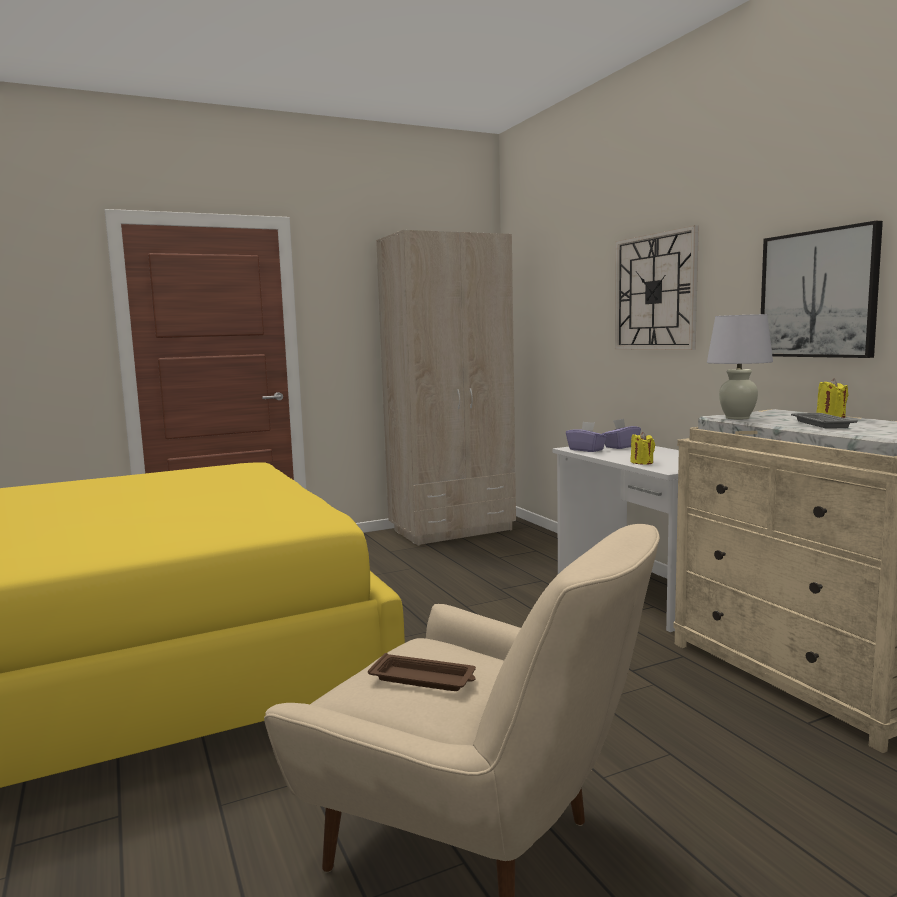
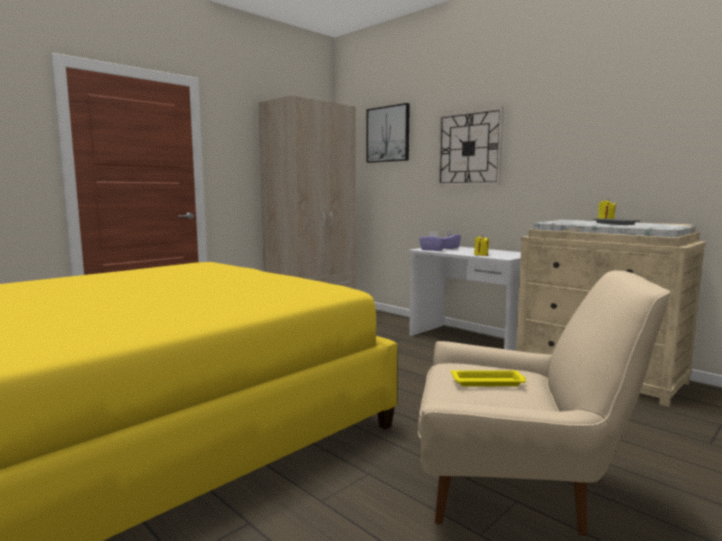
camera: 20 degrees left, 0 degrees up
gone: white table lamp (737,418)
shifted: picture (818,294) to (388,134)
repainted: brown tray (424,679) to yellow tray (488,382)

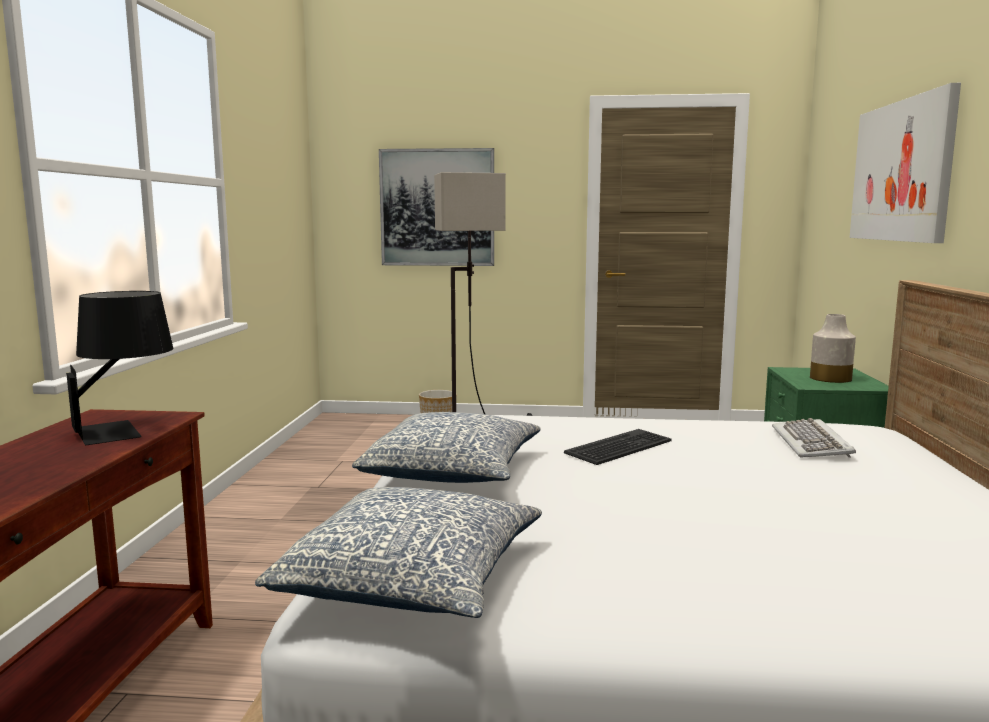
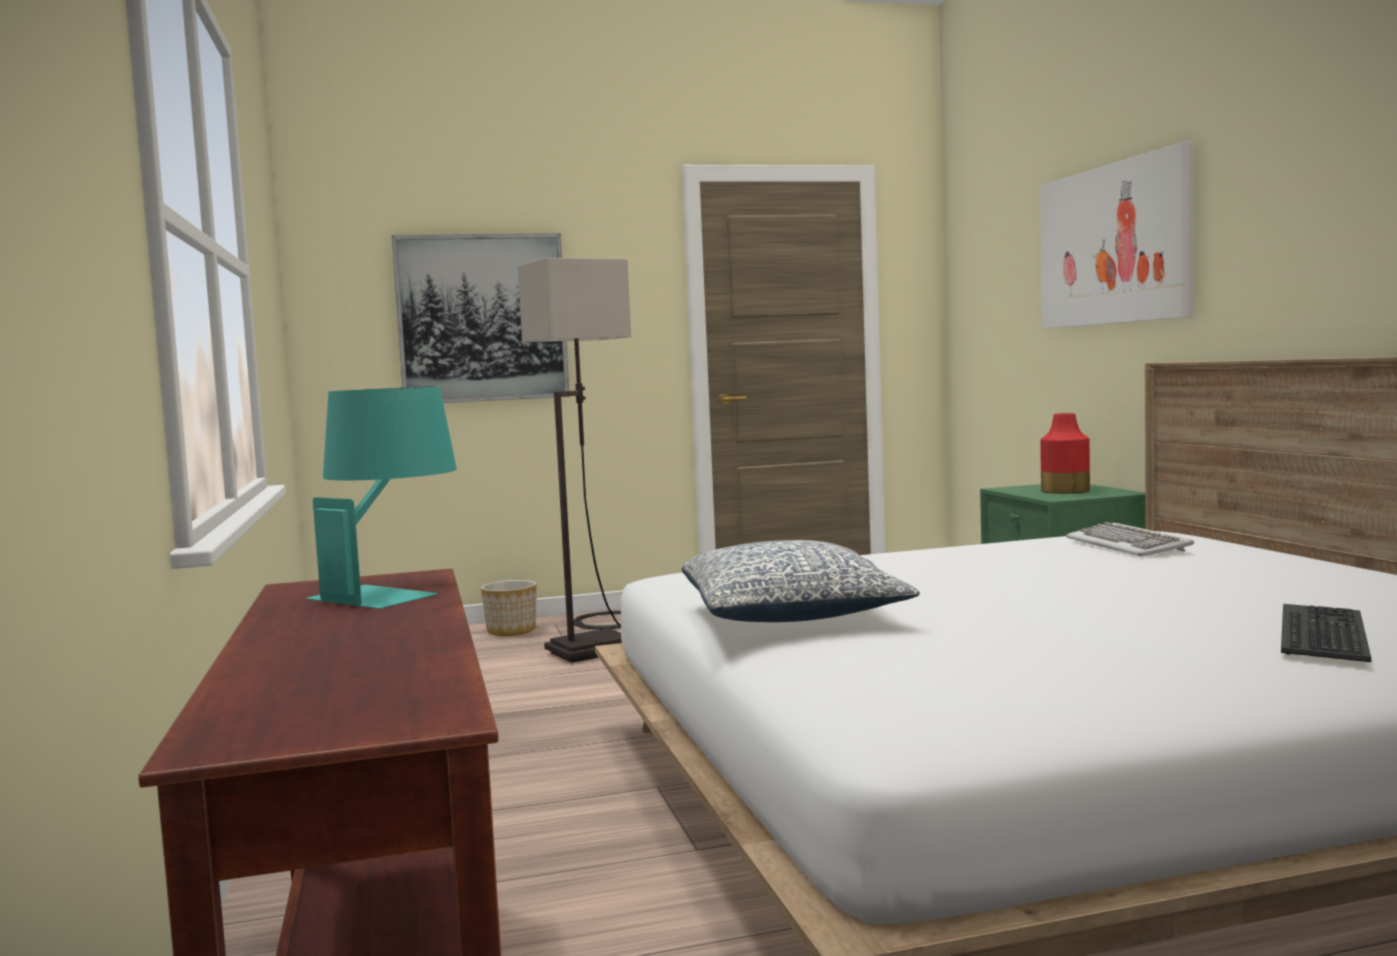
camera: 20 degrees left, 5 degrees down
gone: pillow (413,580)
shifted: keyboard (620,448) to (1325,634)
repainted: black table lamp (126,429) to turquoise table lamp (391,591); beige vase (831,378) to red vase (1065,490)

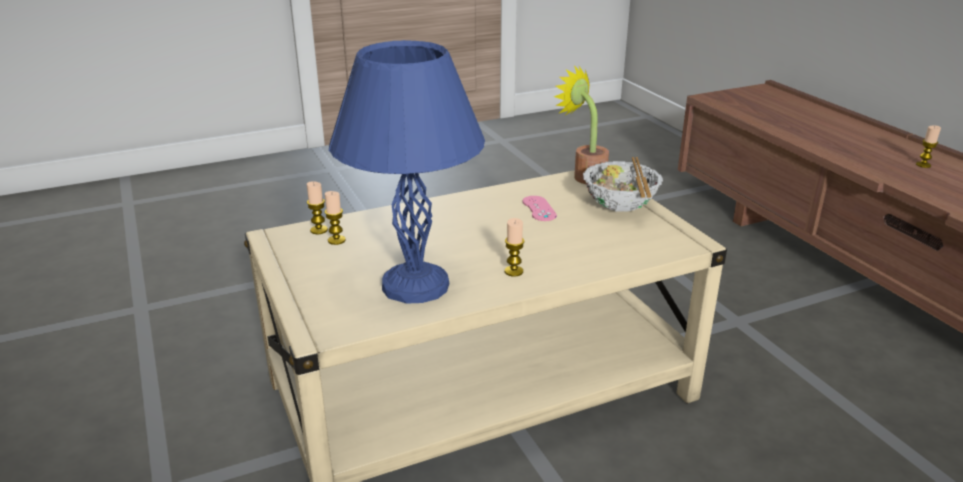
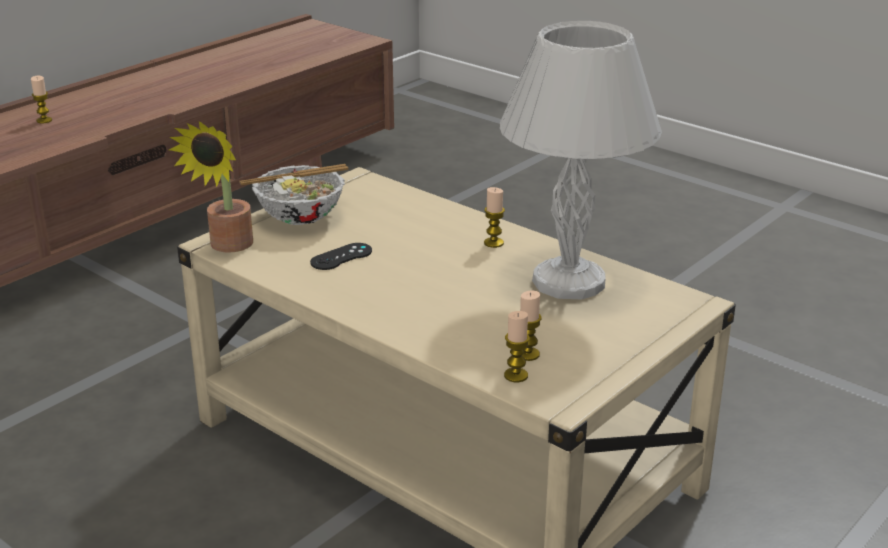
camera: 115 degrees left, 0 degrees up
repainted: blue table lamp (413,286) to white table lamp (571,282); pink game controller (539,208) to black game controller (341,257)

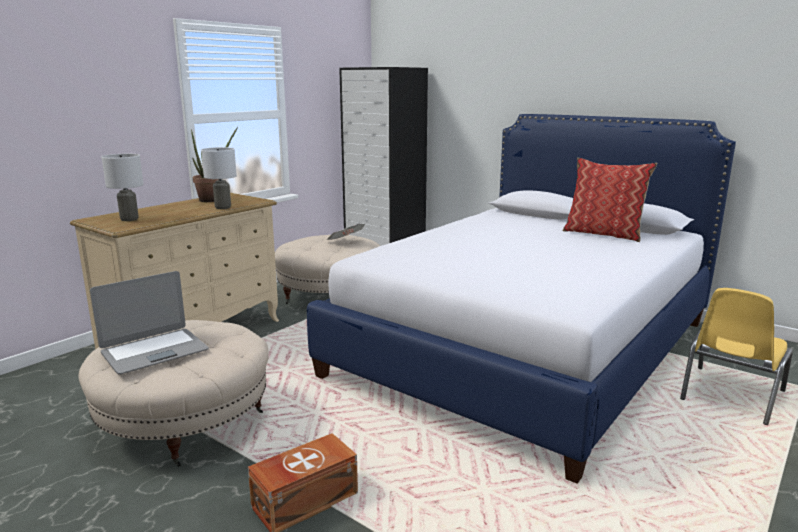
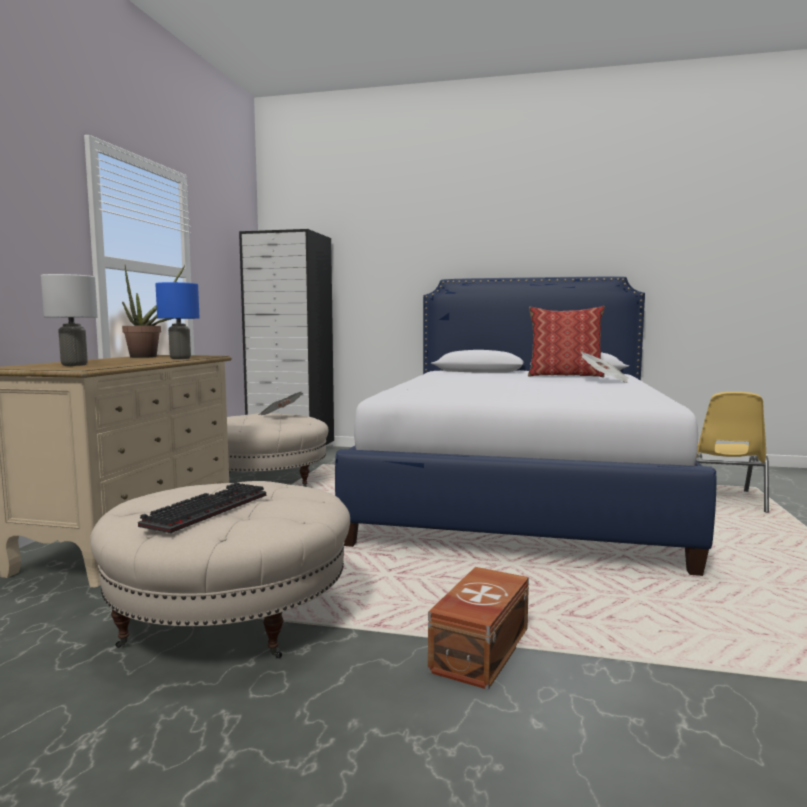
camera: 25 degrees left, 10 degrees down
new: newspaper (605,381)
swapped: laptop (154,352) to keyboard (207,509)
repainted: white table lamp (222,208) to blue table lamp (179,358)

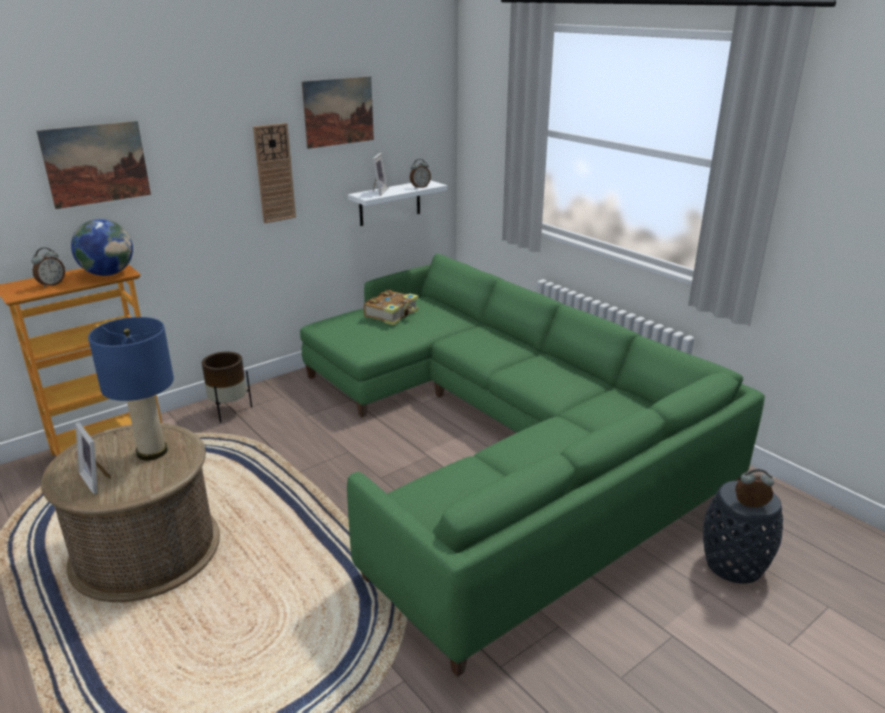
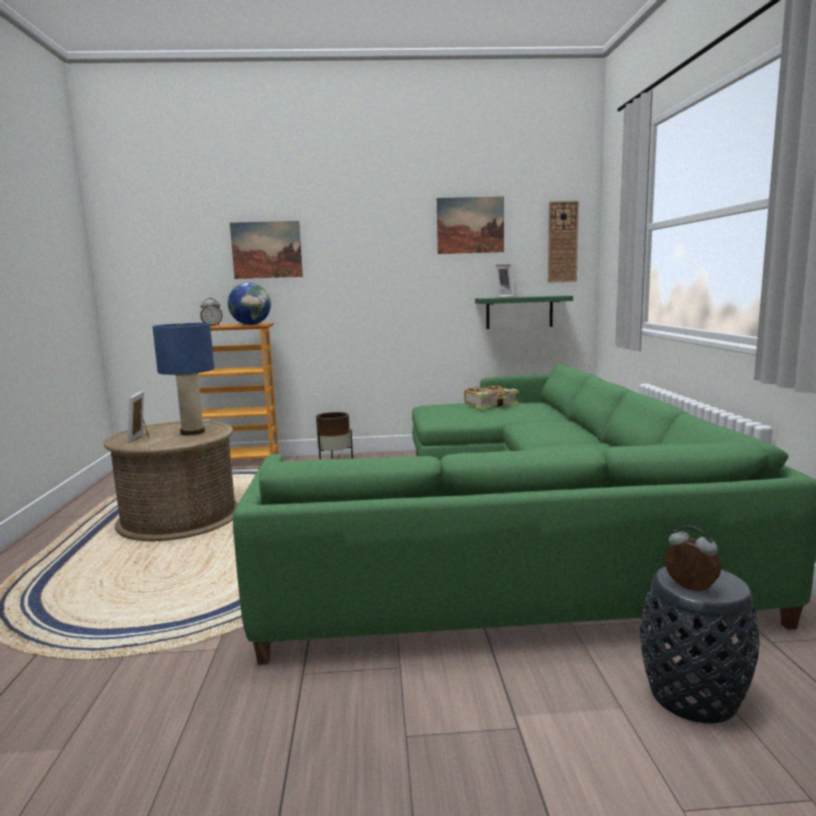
camera: 35 degrees right, 15 degrees down
gone: alarm clock (420,187)
shifted: wall clock (274,173) to (562,242)
repainted: white shelf (390,203) to green shelf (519,312)

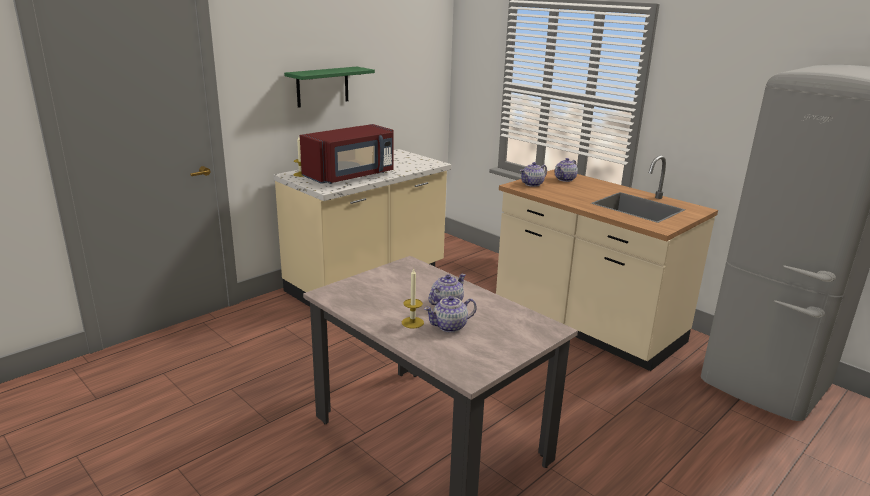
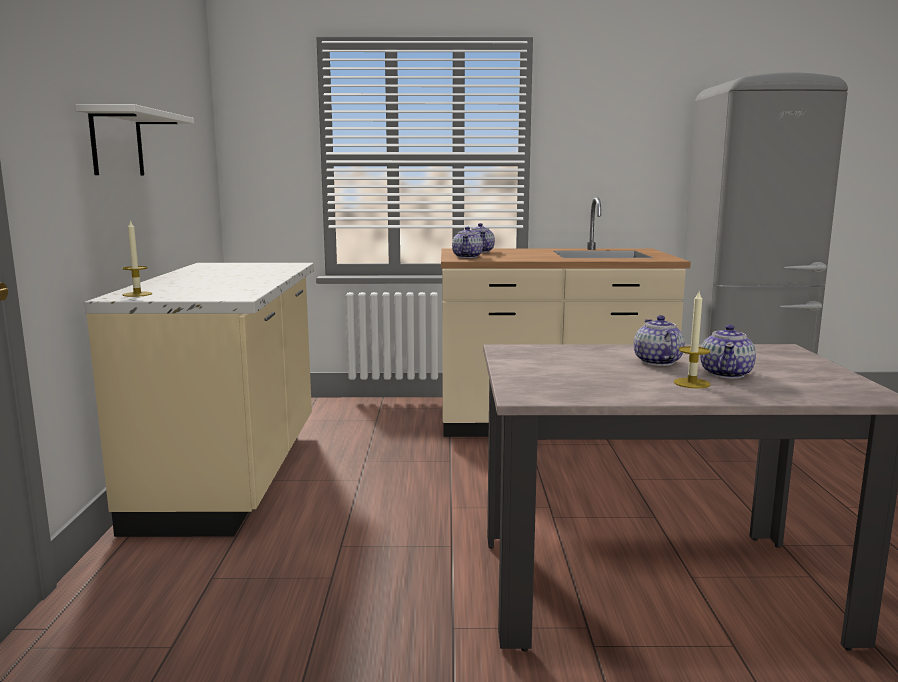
camera: 45 degrees left, 10 degrees down
gone: red microwave (351,176)
repainted: green shelf (322,86) to white shelf (117,143)

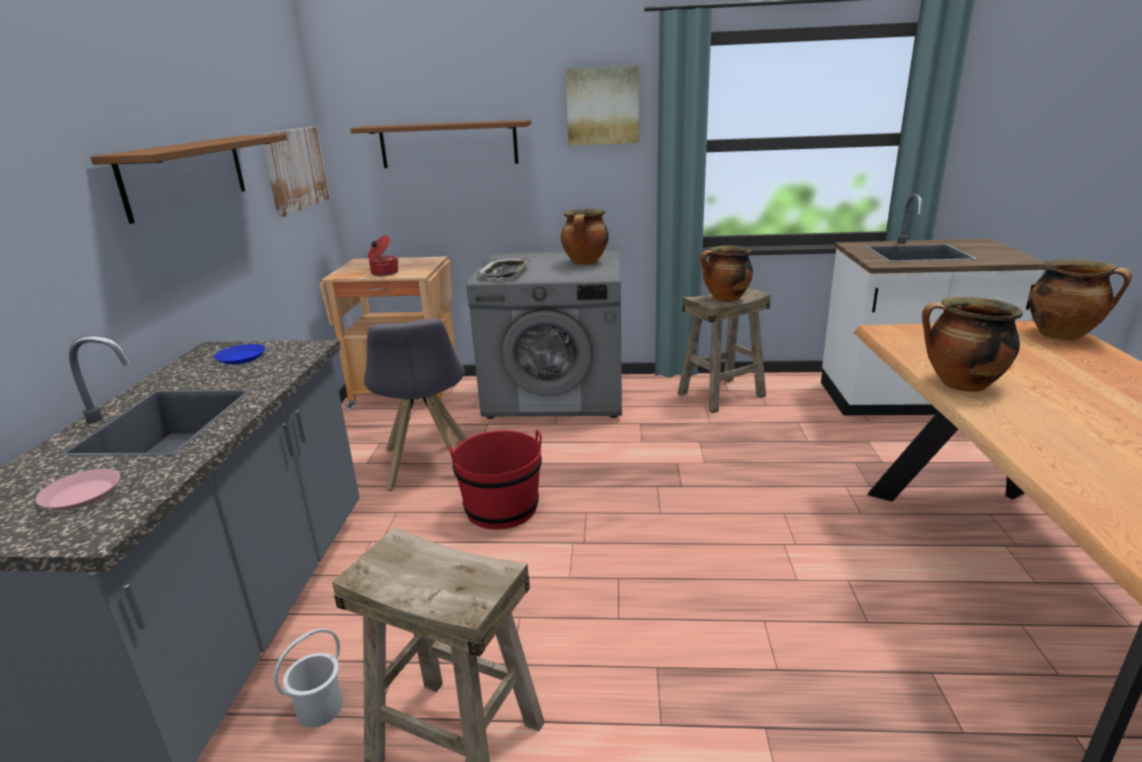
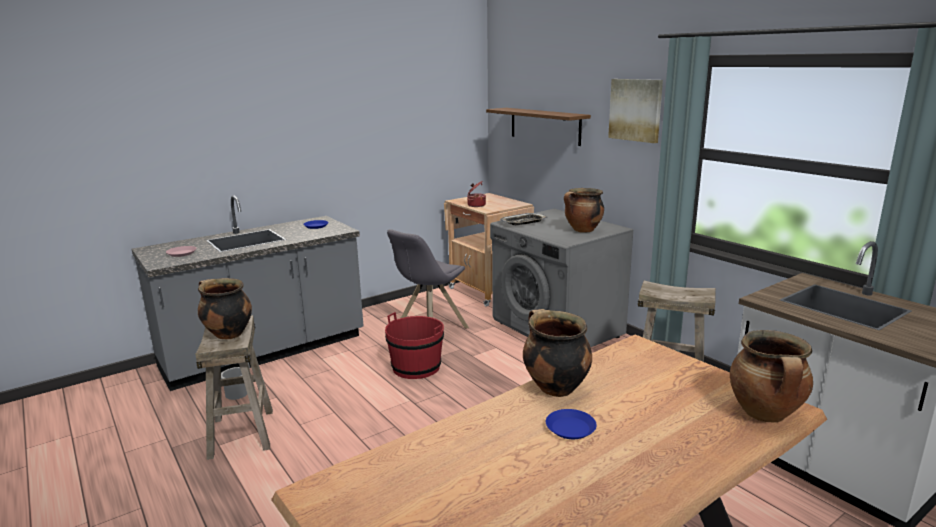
camera: 50 degrees right, 5 degrees down
gone: brown shelf (186,175); picture (295,169)
new: blue plate (570,428)
shifted: cooking pot (725,299) to (227,334)

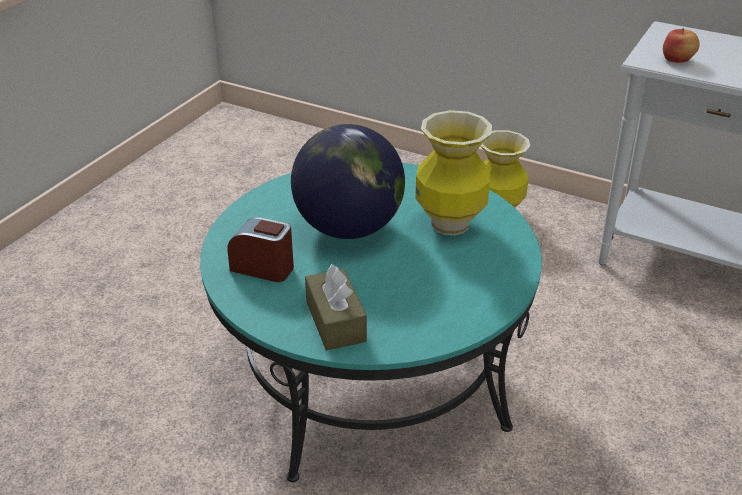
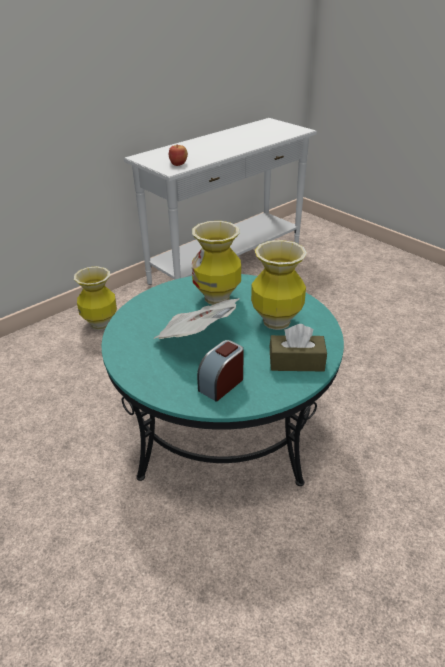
camera: 70 degrees left, 0 degrees up
new: vase (276,322)
swapped: globe (348,228) to newspaper (196,337)

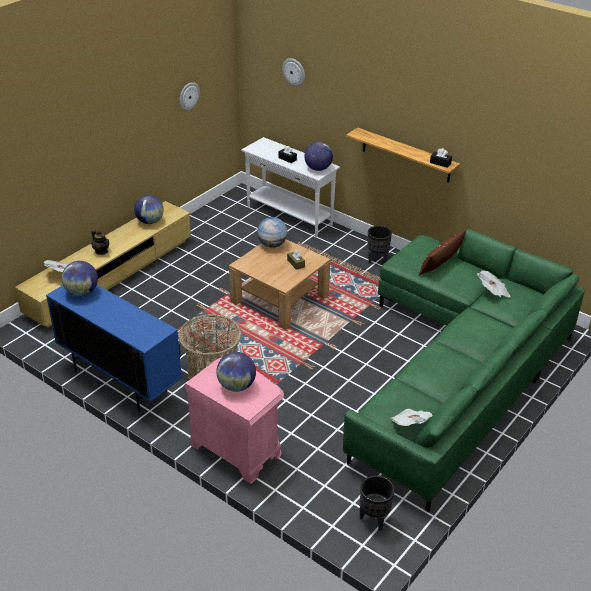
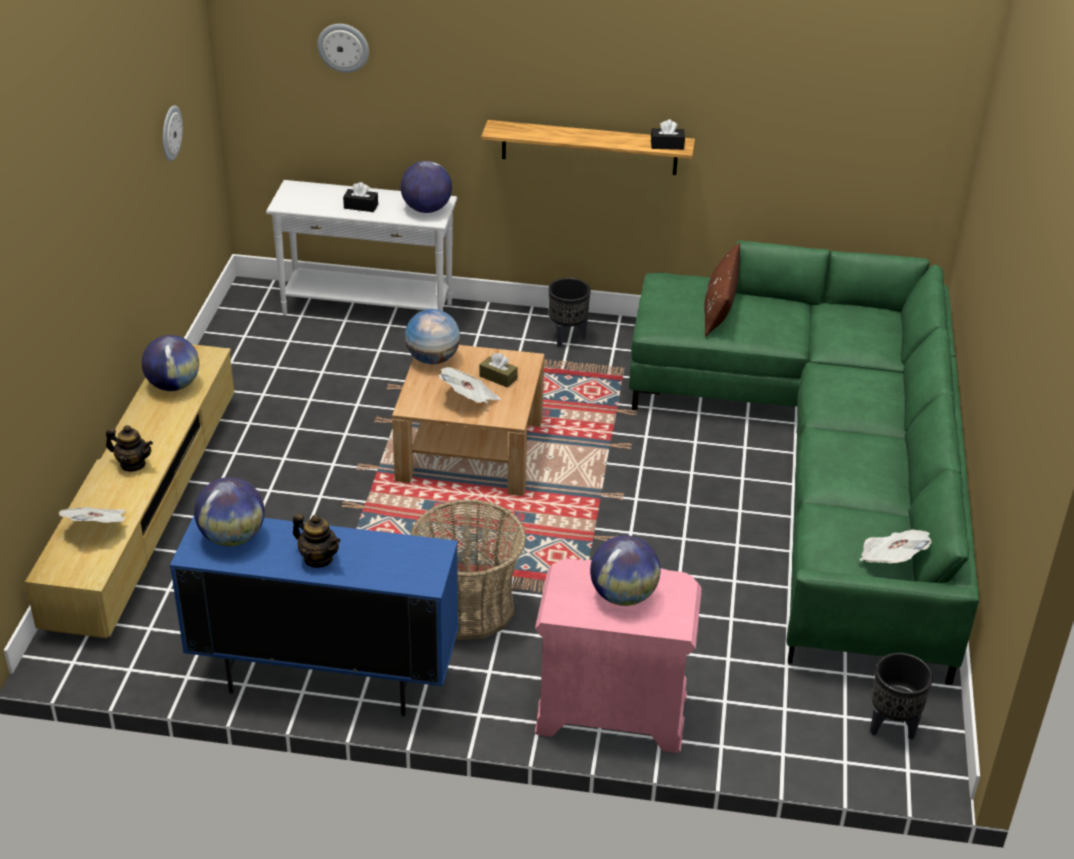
camera: 30 degrees left, 0 degrees up
new: teapot (318,559)
shifted: newspaper (492,292) to (469,399)

